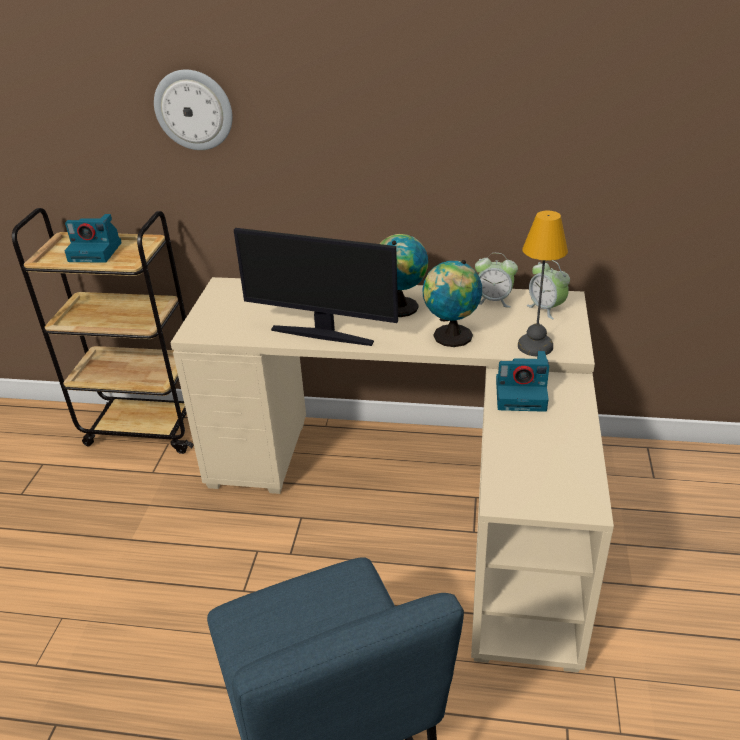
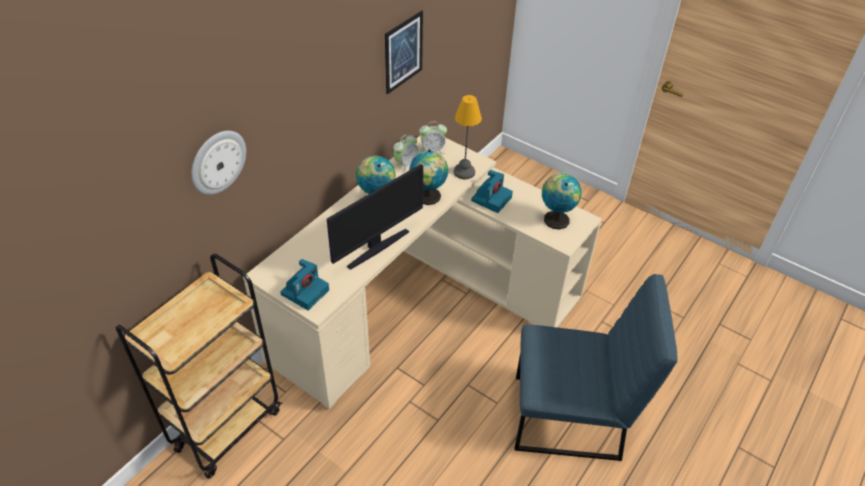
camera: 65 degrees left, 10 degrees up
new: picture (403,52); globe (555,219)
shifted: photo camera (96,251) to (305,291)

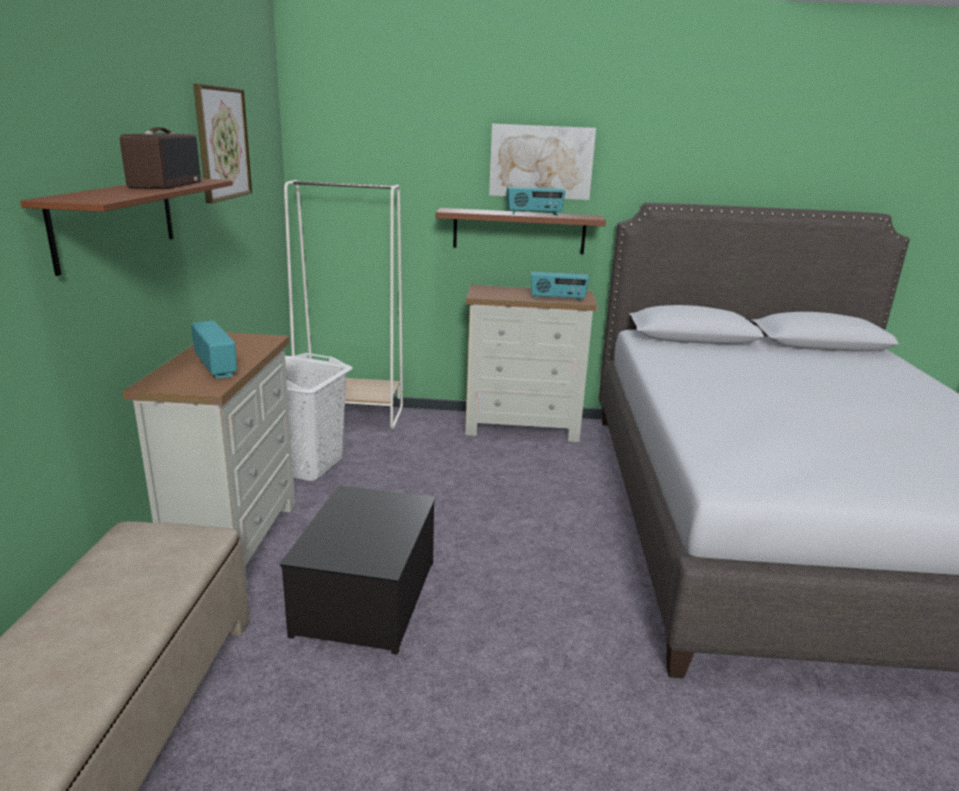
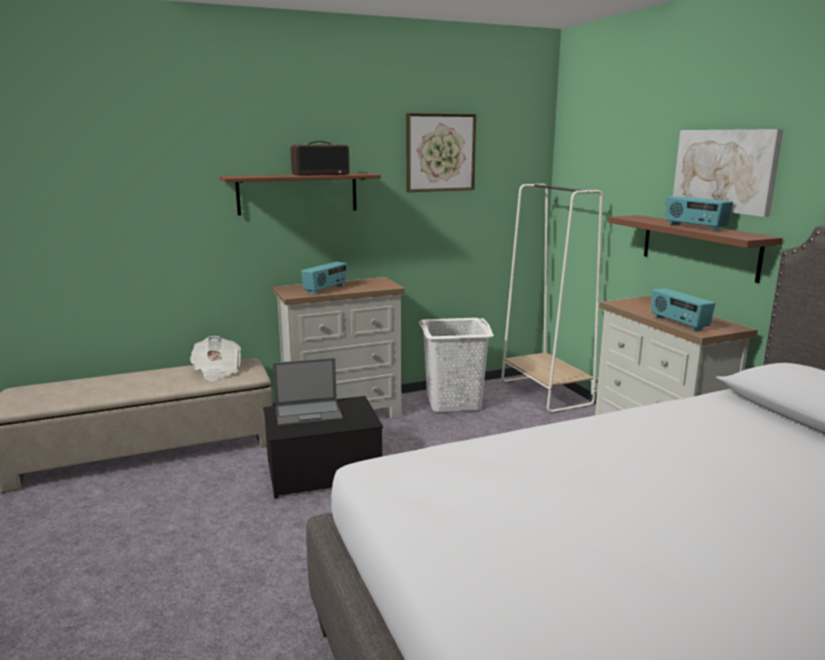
camera: 65 degrees right, 5 degrees down
new: newspaper (217,371); laptop (309,413)

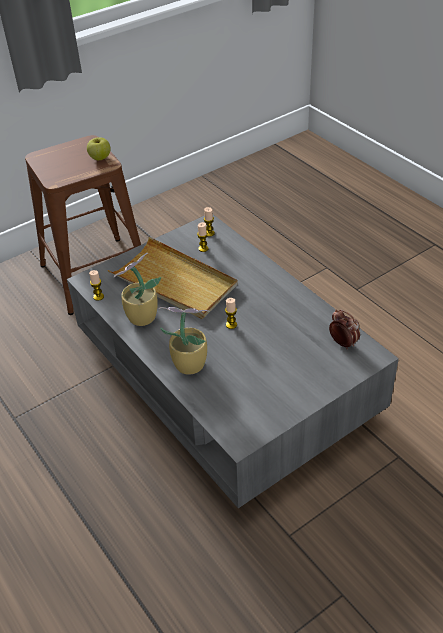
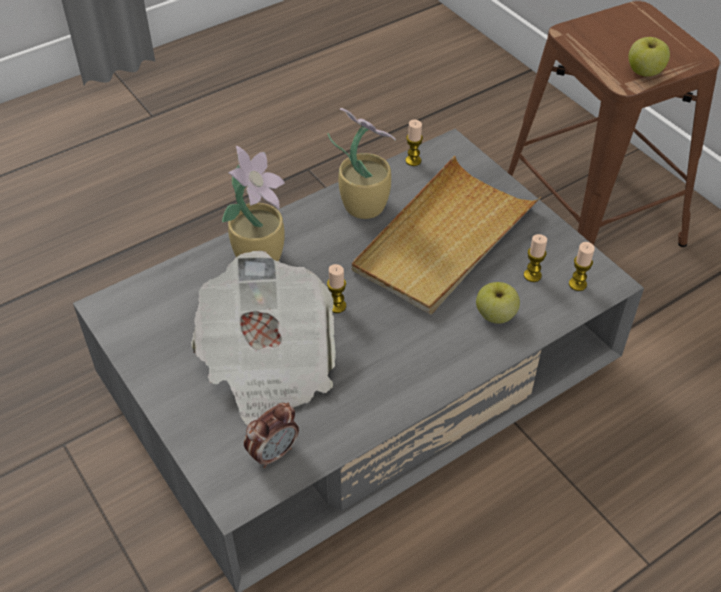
camera: 90 degrees right, 5 degrees up
new: newspaper (268,364); apple (495,315)

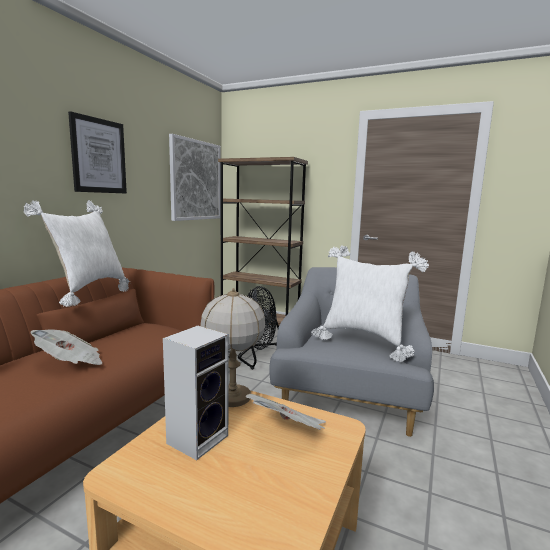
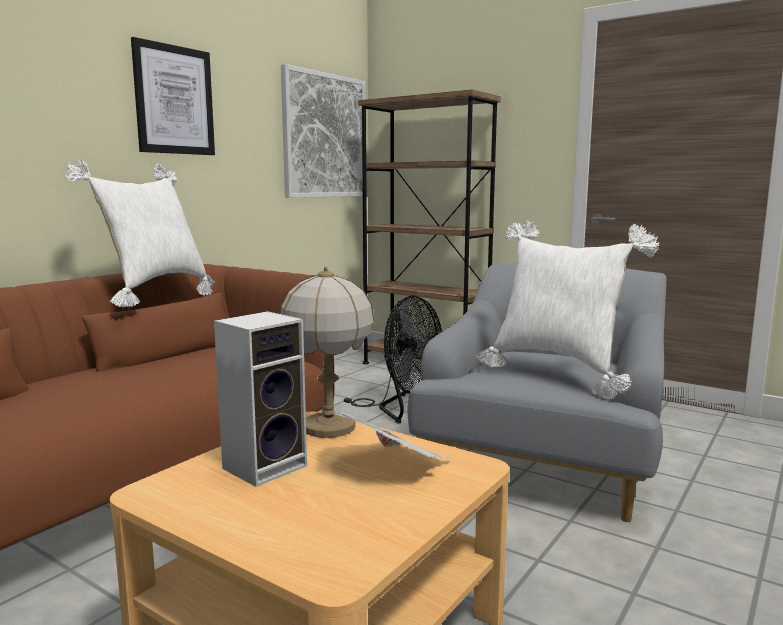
camera: 10 degrees right, 0 degrees up
gone: newspaper (71,363)

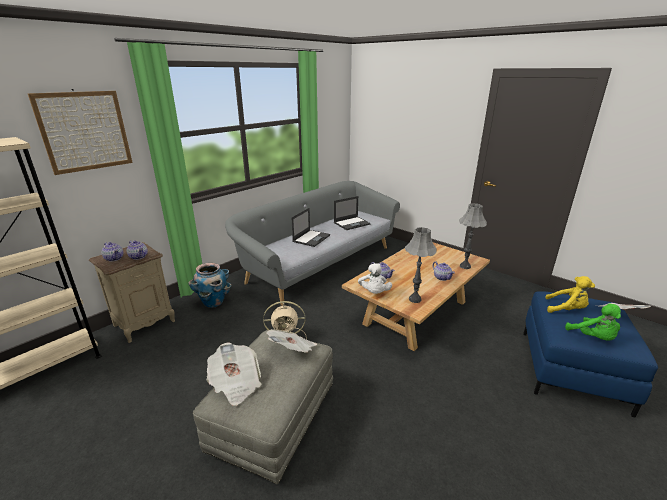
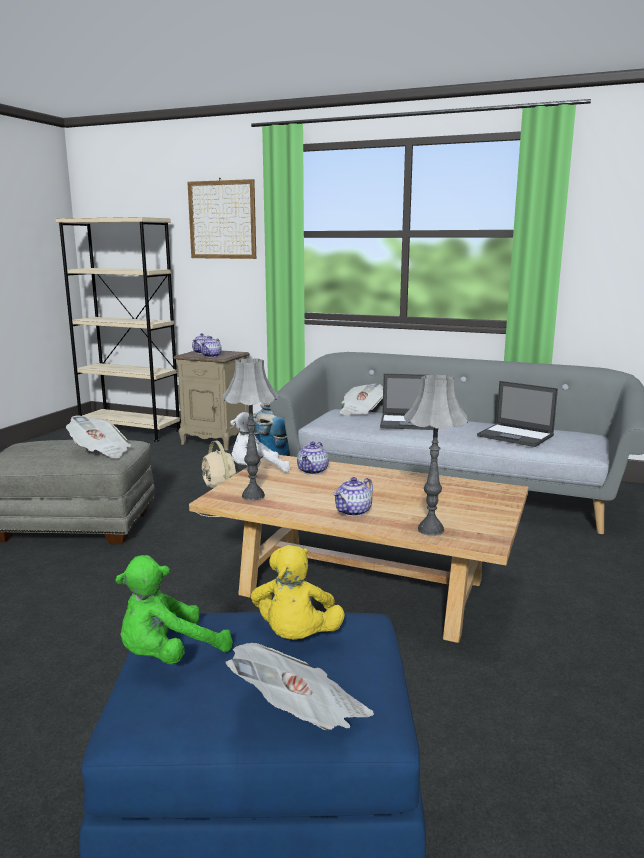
camera: 70 degrees right, 10 degrees down
shifted: newspaper (236,383) to (361,411)

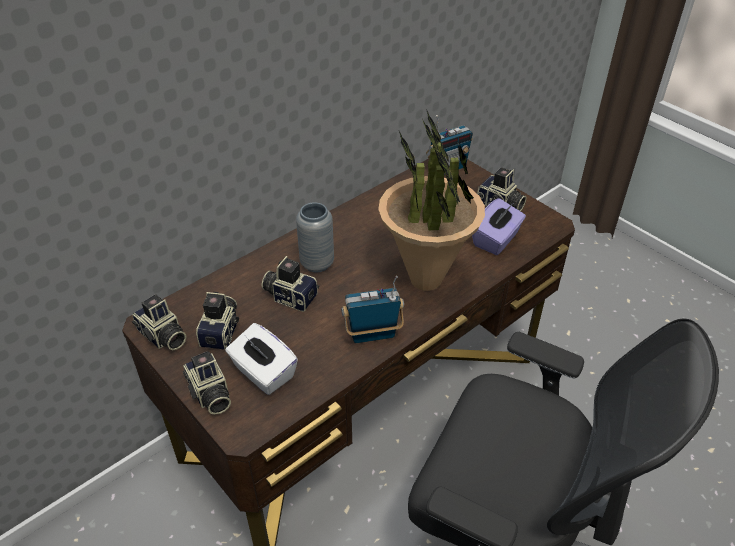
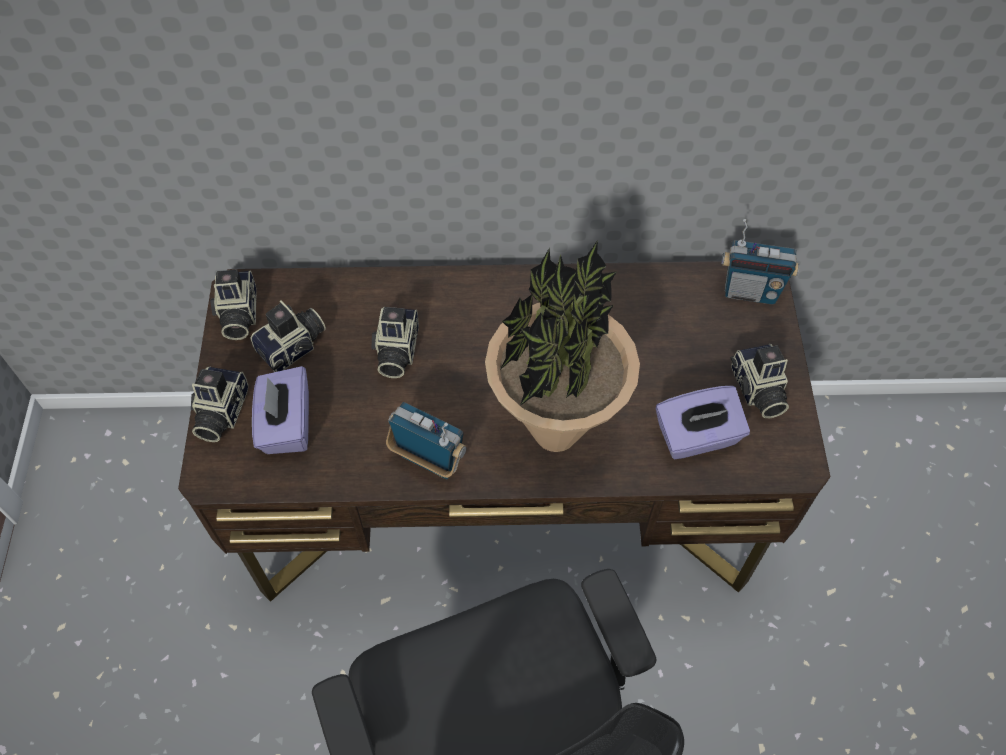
camera: 40 degrees right, 15 degrees up
gone: grey vase (317,263)
repainted: white tissue box (263,373) to purple tissue box (286,425)
rotated: photo camera (290,296) = (395,351) 150 degrees counterclockwise

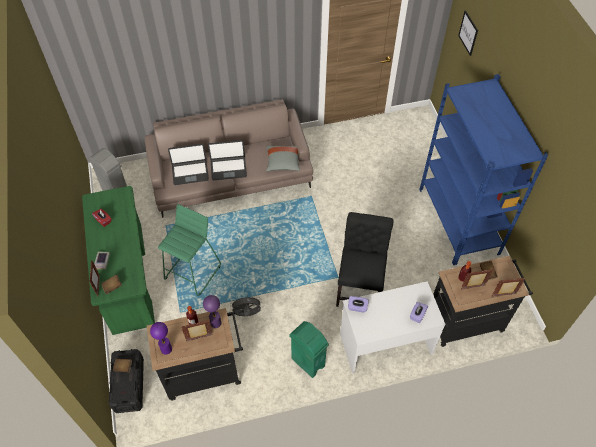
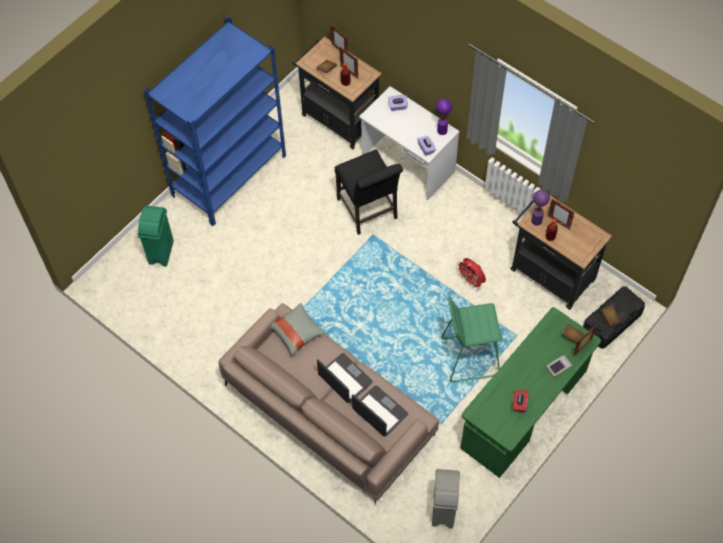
camera: 125 degrees left, 5 degrees up
gone: picture (468,33)
shifted: purple table lamp (166,349) to (442,131); green trash can (308,362) to (161,252)
repainted: grey fan (247,314) to red fan (471,281)
rotated: black chair (360,287) = (368,212) 90 degrees counterclockwise

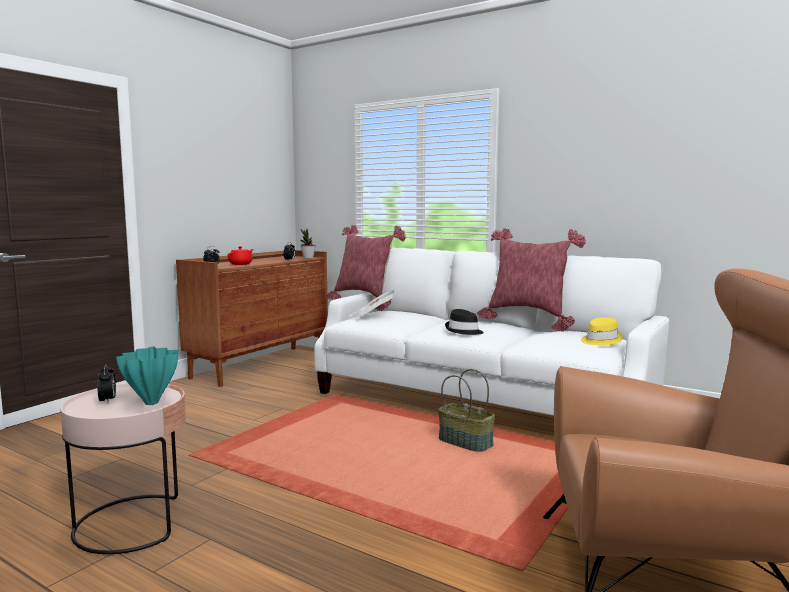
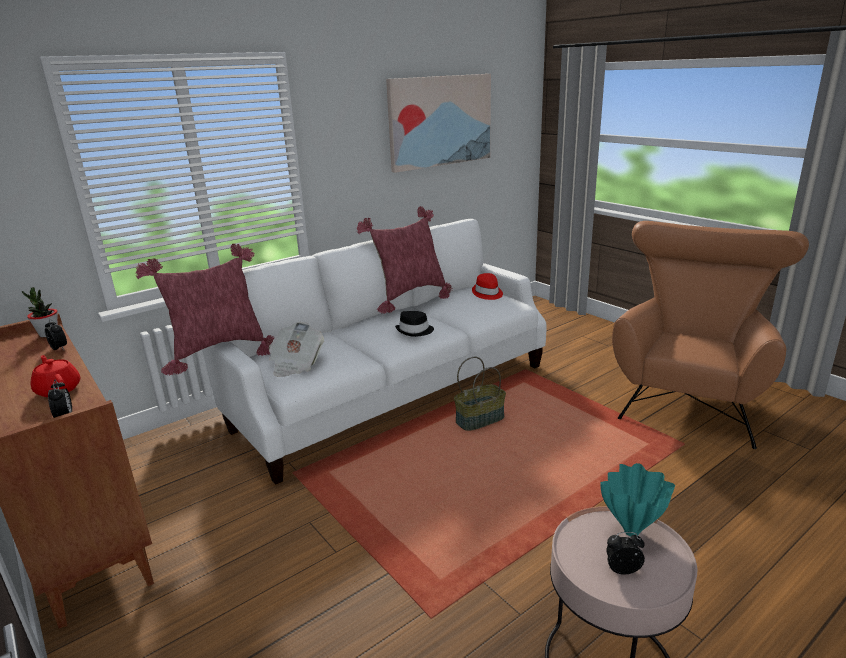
camera: 70 degrees left, 15 degrees up
new: picture (440,121)
repainted: yellow hat (600,340) to red hat (487,293)

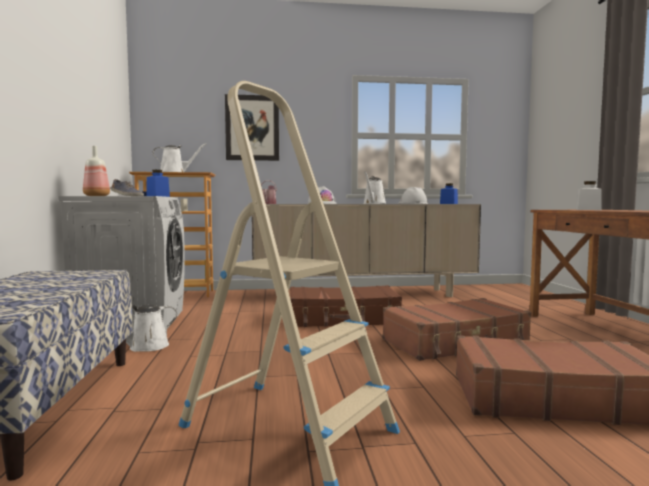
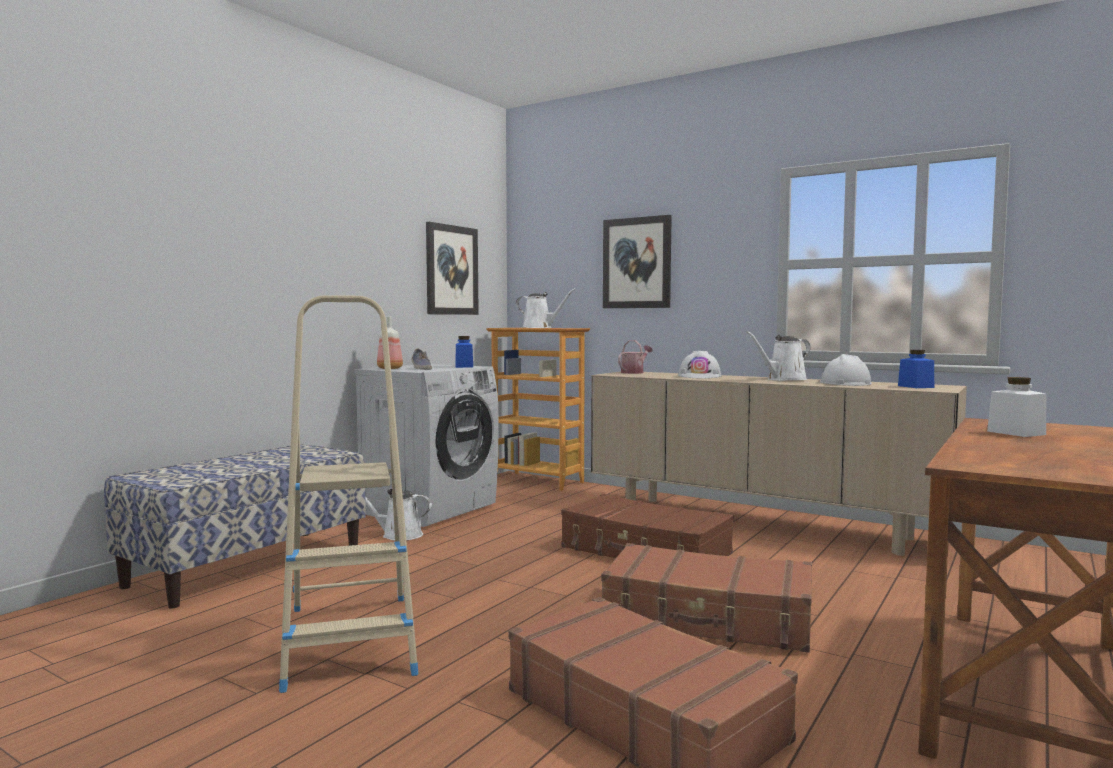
camera: 40 degrees right, 0 degrees up
new: picture (451,270)

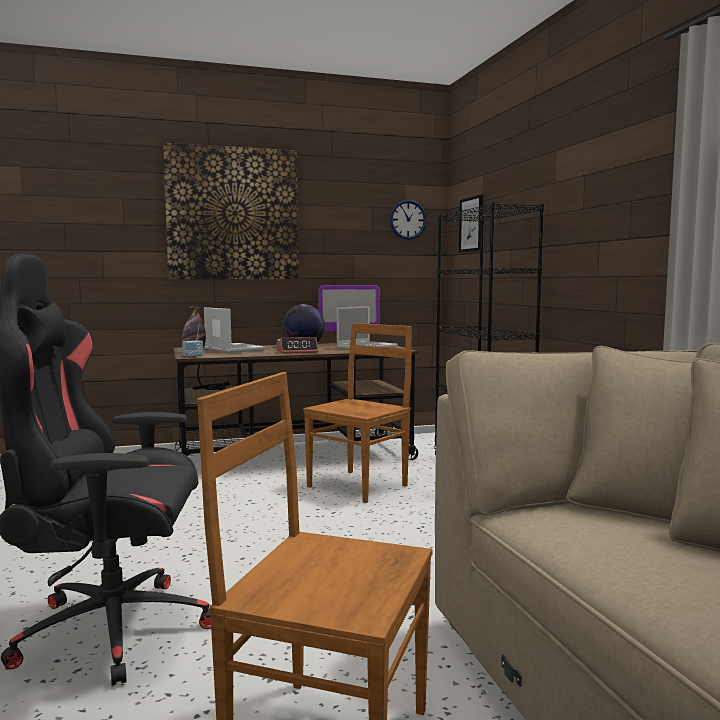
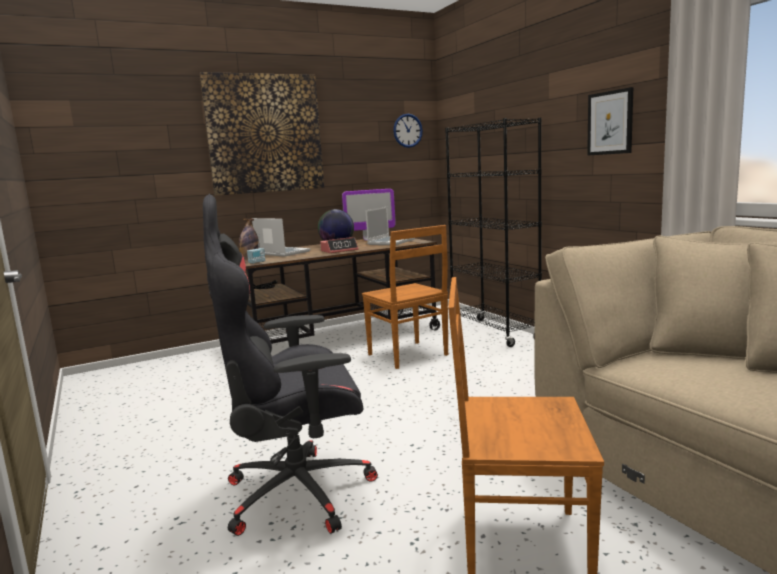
camera: 10 degrees left, 5 degrees up
shifted: picture (471,224) to (610,123)
rotated: brown chair (359,485) = (409,355) 120 degrees clockwise

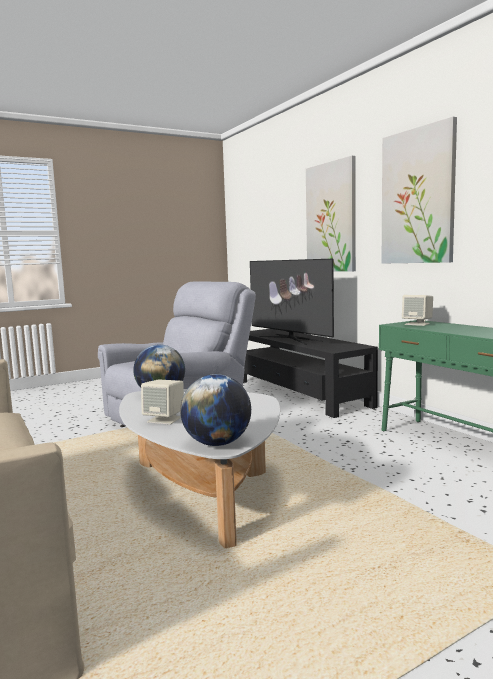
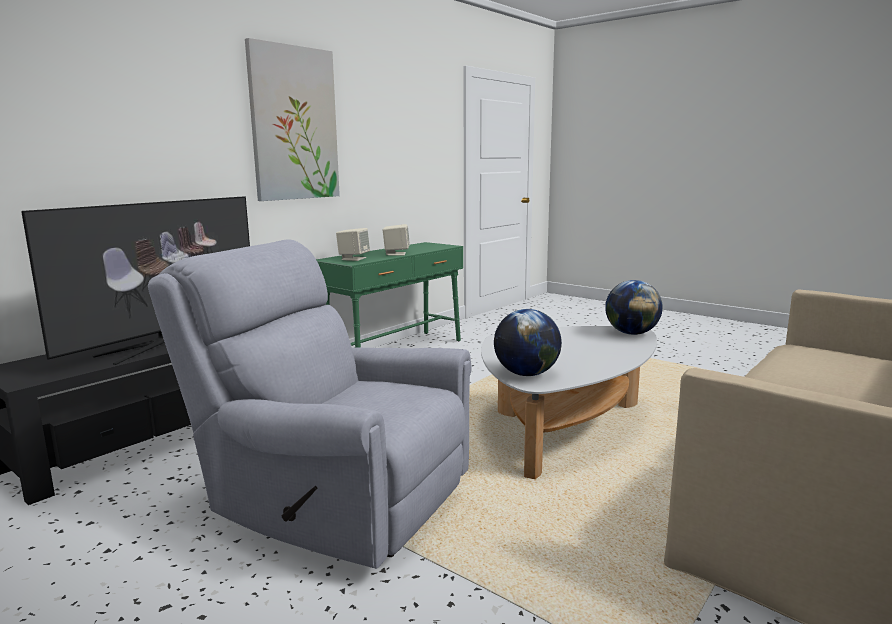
camera: 110 degrees left, 5 degrees up
gone: picture (331,217)
shifted: beige speaker (164,419) to (396,254)

